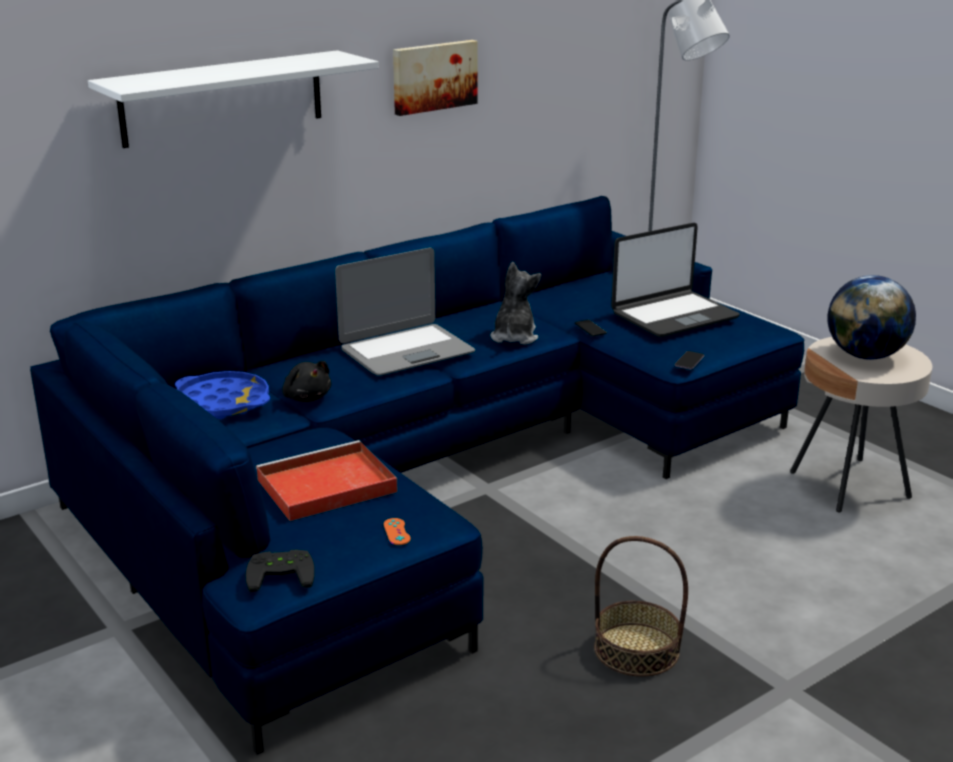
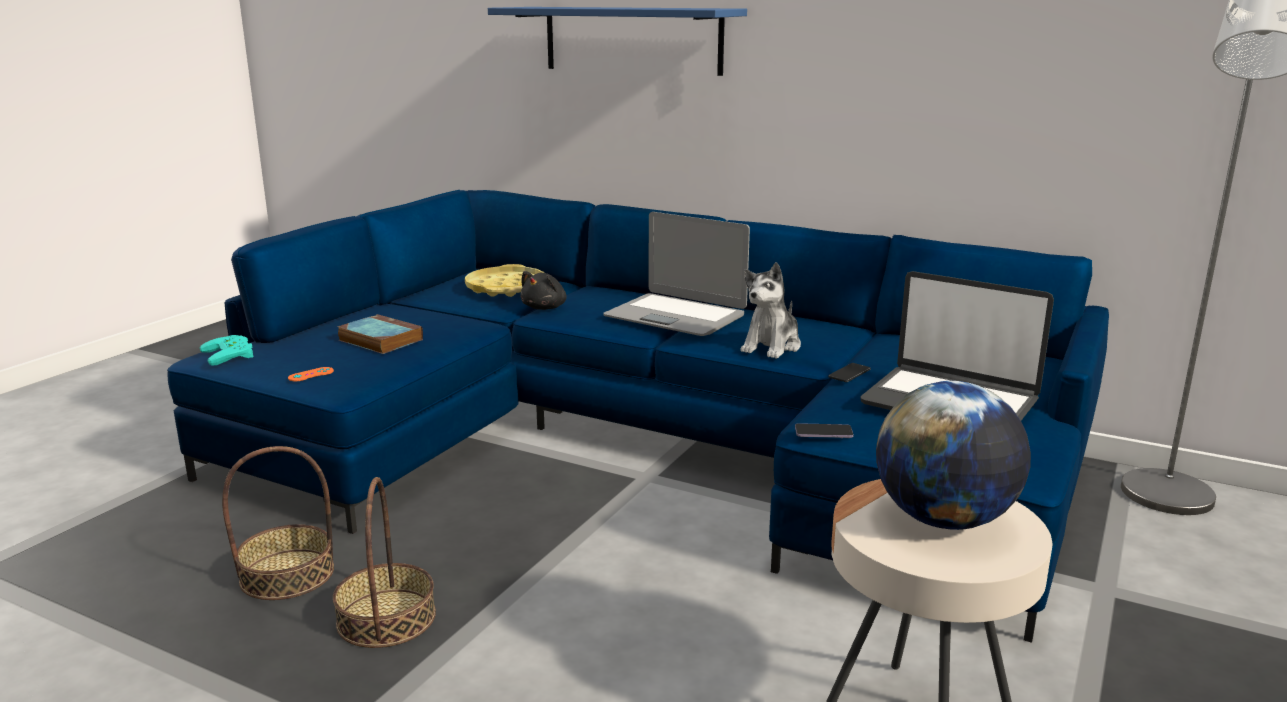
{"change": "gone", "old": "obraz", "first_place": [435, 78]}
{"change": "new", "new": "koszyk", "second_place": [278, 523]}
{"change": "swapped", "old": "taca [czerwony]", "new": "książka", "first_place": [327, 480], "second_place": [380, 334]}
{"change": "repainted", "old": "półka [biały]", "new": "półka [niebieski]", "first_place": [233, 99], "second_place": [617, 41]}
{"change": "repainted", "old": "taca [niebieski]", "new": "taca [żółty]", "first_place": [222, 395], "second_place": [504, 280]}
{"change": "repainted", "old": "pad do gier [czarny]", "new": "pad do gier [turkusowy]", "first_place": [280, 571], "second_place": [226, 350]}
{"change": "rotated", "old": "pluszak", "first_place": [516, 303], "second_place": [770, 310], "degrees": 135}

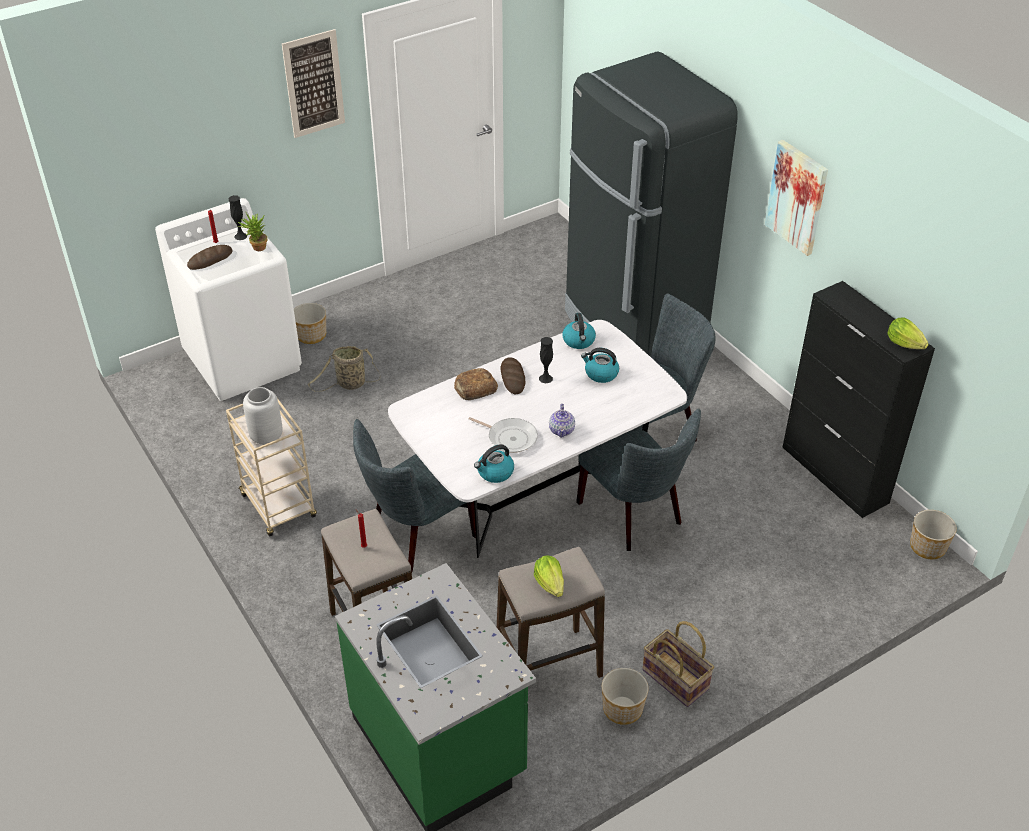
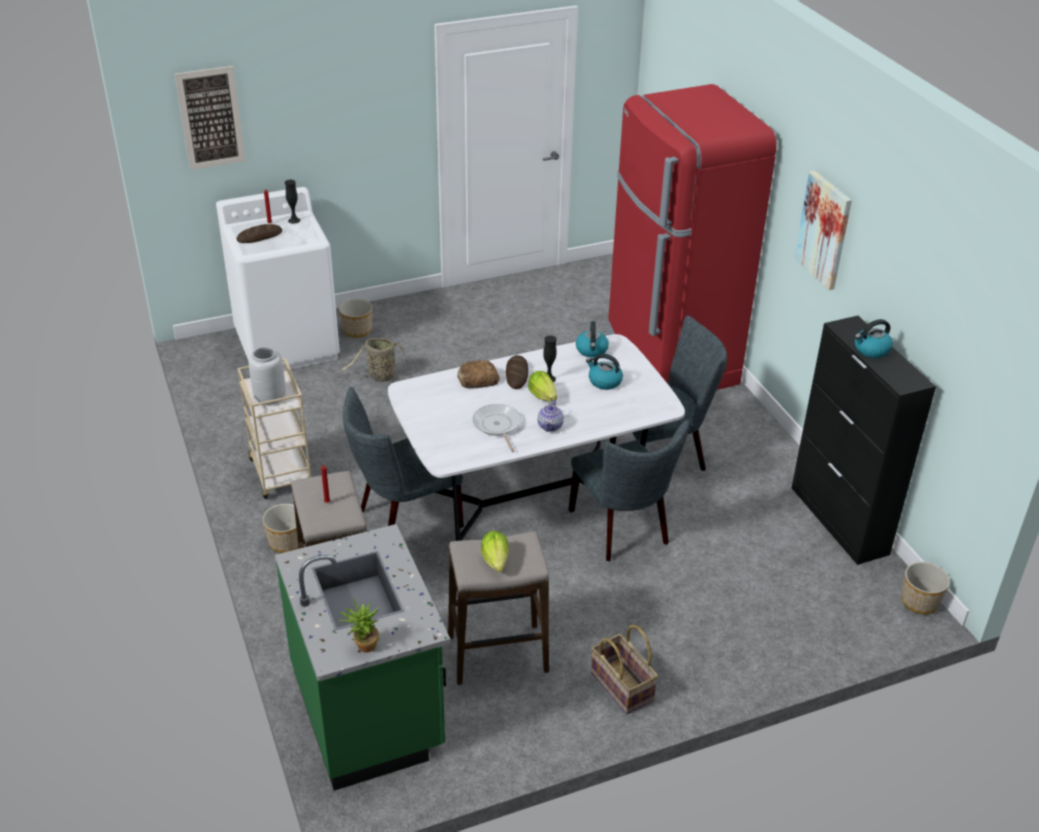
{"change": "shifted", "old": "roślina doniczkowa", "first_place": [252, 231], "second_place": [358, 626]}
{"change": "shifted", "old": "obraz", "first_place": [313, 83], "second_place": [210, 118]}
{"change": "shifted", "old": "czajnik", "first_place": [494, 463], "second_place": [874, 338]}
{"change": "shifted", "old": "donica", "first_place": [625, 696], "second_place": [283, 528]}
{"change": "shifted", "old": "sałata", "first_place": [908, 333], "second_place": [542, 386]}
{"change": "repainted", "old": "lodówka [czarny]", "new": "lodówka [czerwony]", "first_place": [651, 204], "second_place": [692, 237]}
{"change": "rotated", "old": "patelnia", "first_place": [503, 435], "second_place": [497, 428], "degrees": -150}

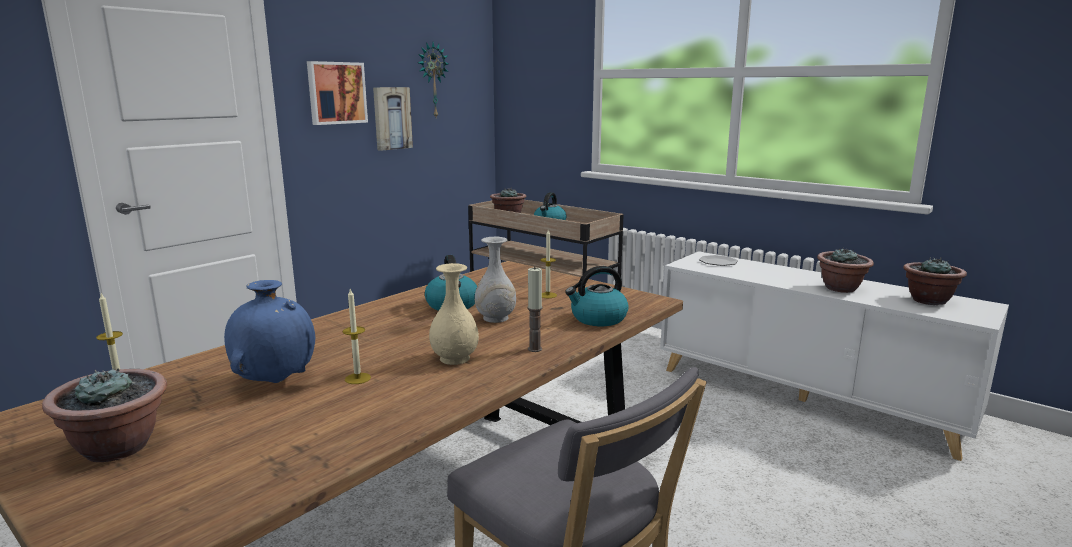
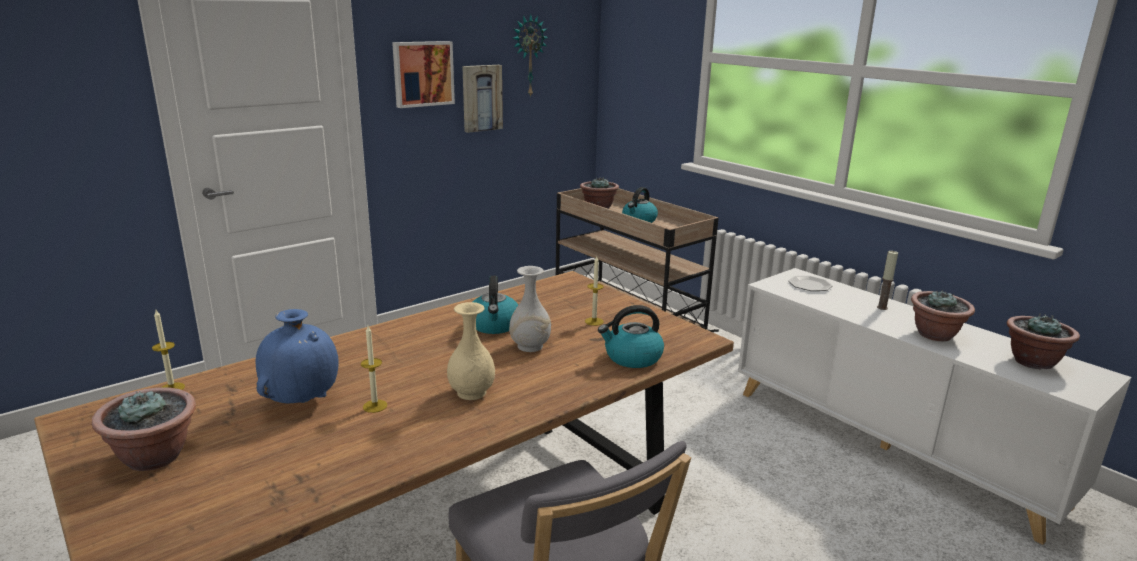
{"change": "shifted", "old": "świeca", "first_place": [535, 309], "second_place": [887, 280]}

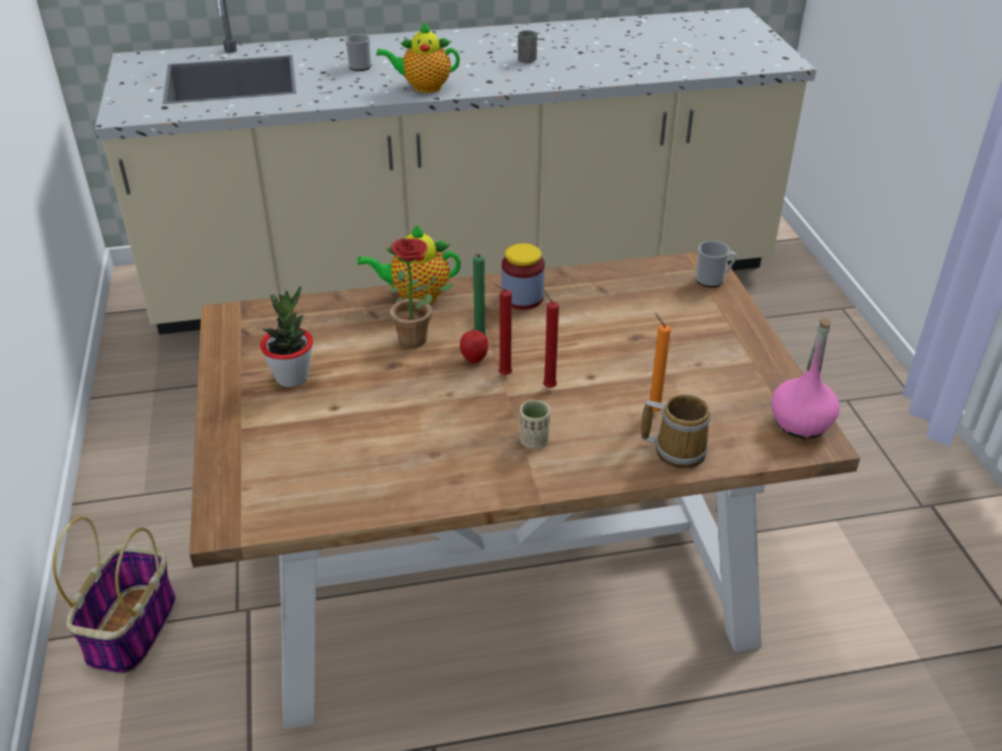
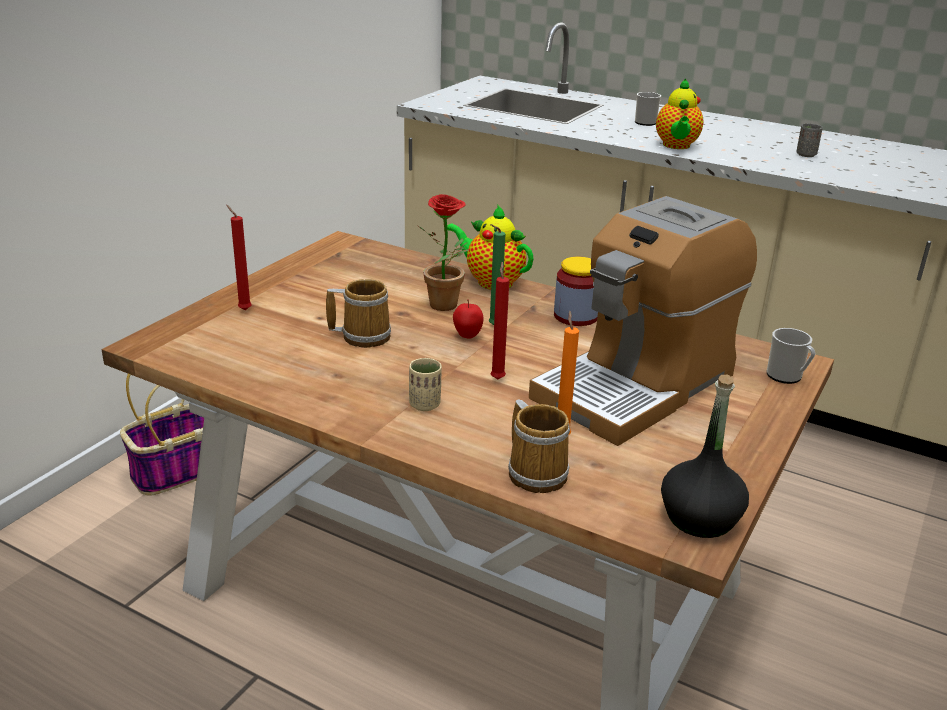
{"change": "gone", "old": "roślina doniczkowa", "first_place": [286, 336]}
{"change": "new", "new": "kubek", "second_place": [358, 313]}
{"change": "new", "new": "ekspres do kawy", "second_place": [643, 321]}
{"change": "shifted", "old": "świeca [czerwony]", "first_place": [503, 329], "second_place": [239, 257]}
{"change": "repainted", "old": "butelka [różowy]", "new": "butelka [czarny]", "first_place": [805, 378], "second_place": [705, 456]}
{"change": "rotated", "old": "imbryk", "first_place": [418, 57], "second_place": [680, 113], "degrees": -120}

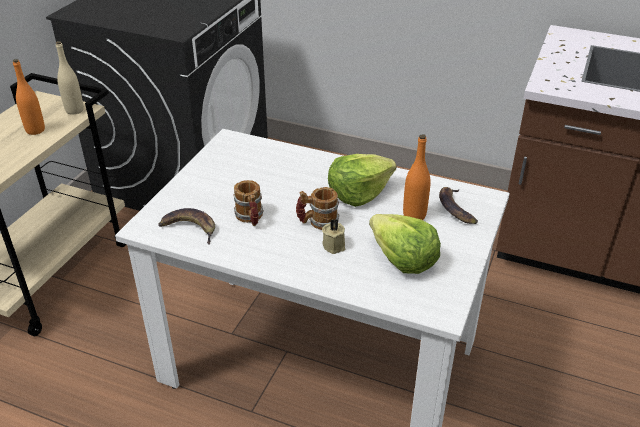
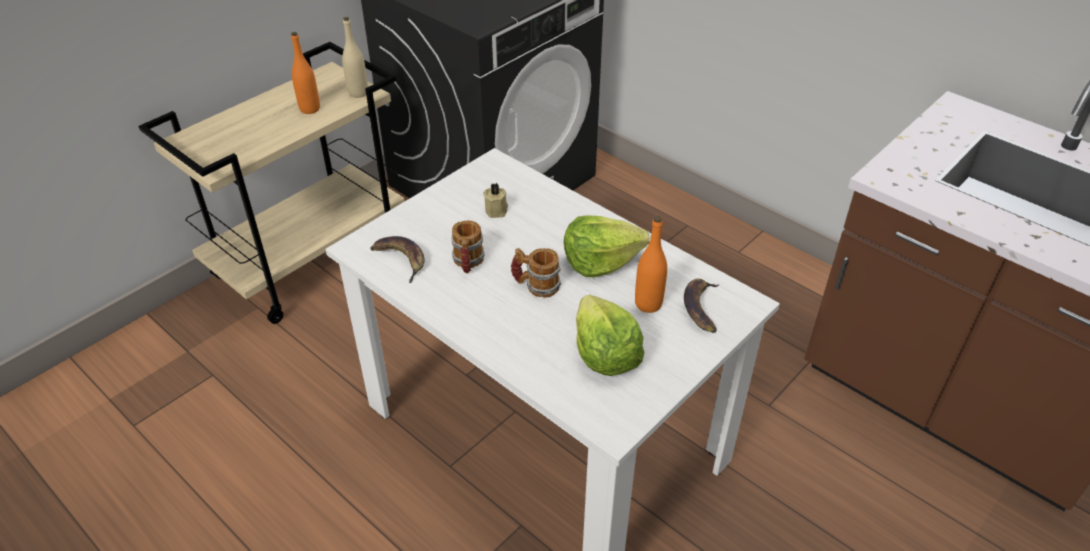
{"change": "shifted", "old": "świeca [beżowy]", "first_place": [334, 236], "second_place": [495, 200]}

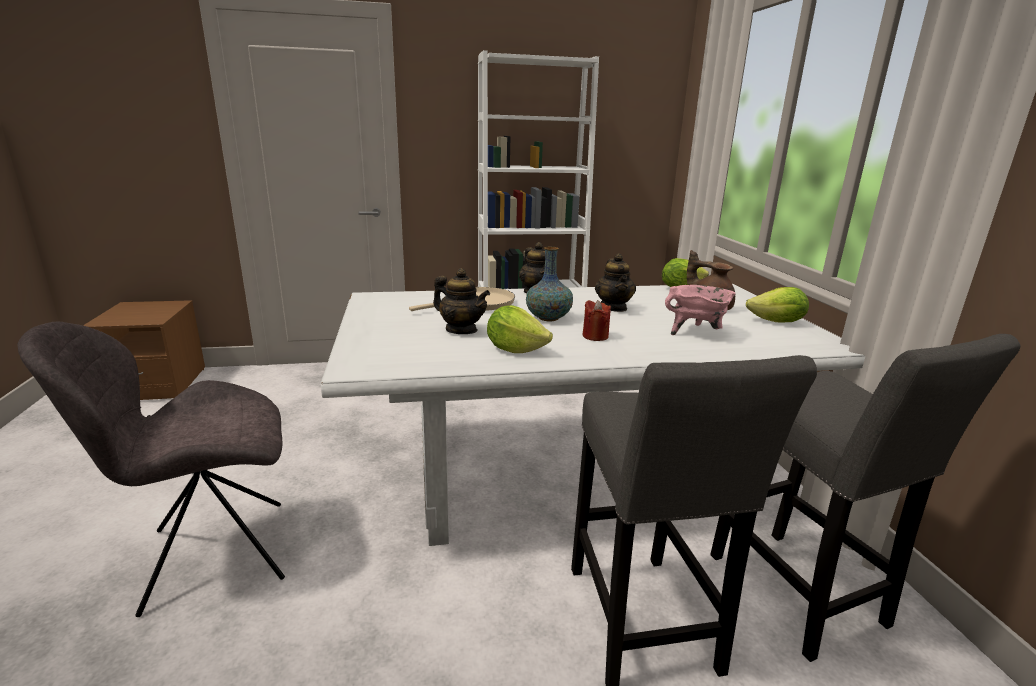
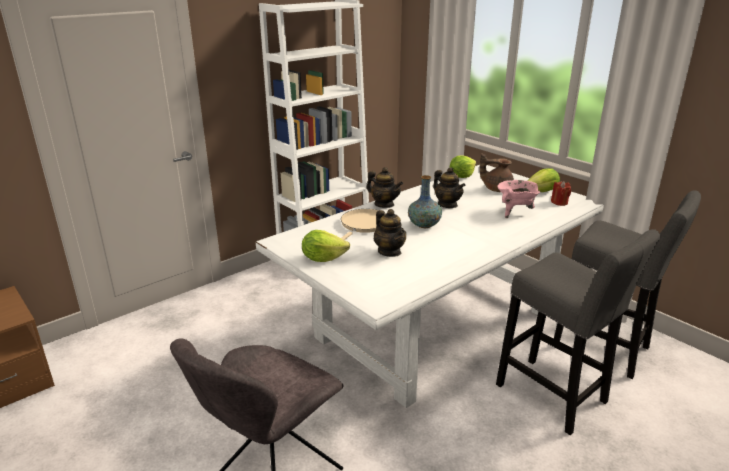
{"change": "shifted", "old": "sałata", "first_place": [520, 329], "second_place": [326, 246]}
{"change": "shifted", "old": "świeca [czerwony]", "first_place": [597, 320], "second_place": [561, 193]}
{"change": "rotated", "old": "imbryk", "first_place": [461, 301], "second_place": [390, 233], "degrees": 60}

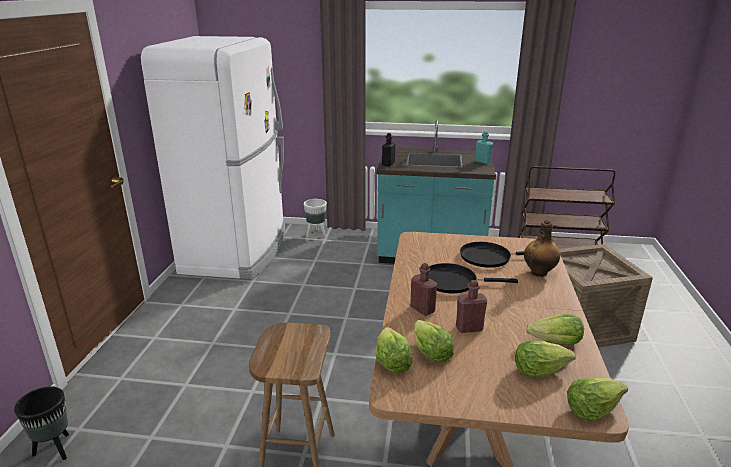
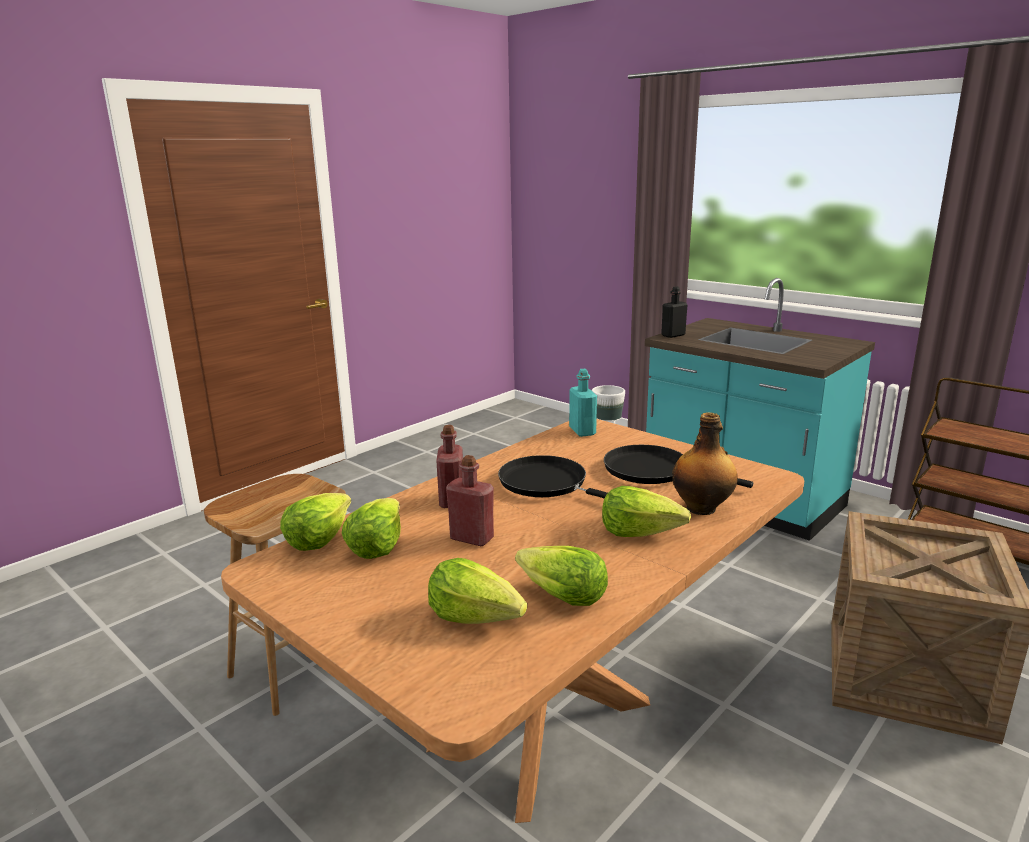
{"change": "gone", "old": "donica [czarny]", "first_place": [41, 423]}
{"change": "gone", "old": "lodówka [biały]", "first_place": [213, 158]}
{"change": "shifted", "old": "butelka [turkusowy]", "first_place": [484, 147], "second_place": [583, 403]}
{"change": "shifted", "old": "sałata", "first_place": [597, 399], "second_place": [646, 511]}

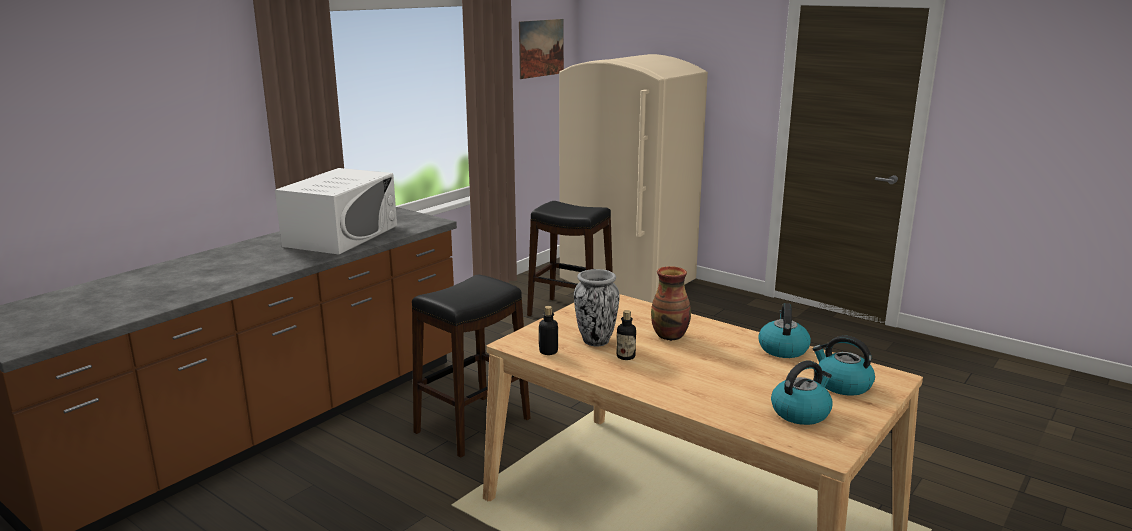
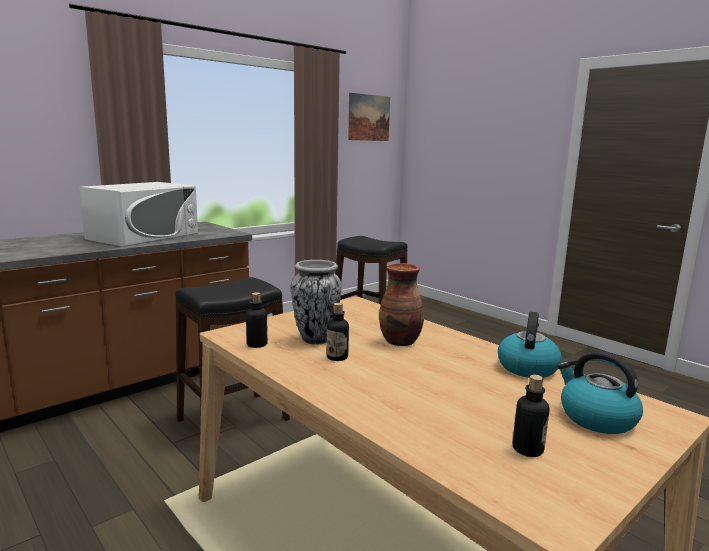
{"change": "gone", "old": "lodówka [beżowy]", "first_place": [633, 178]}
{"change": "swapped", "old": "czajnik", "new": "butelka", "first_place": [802, 392], "second_place": [531, 416]}

